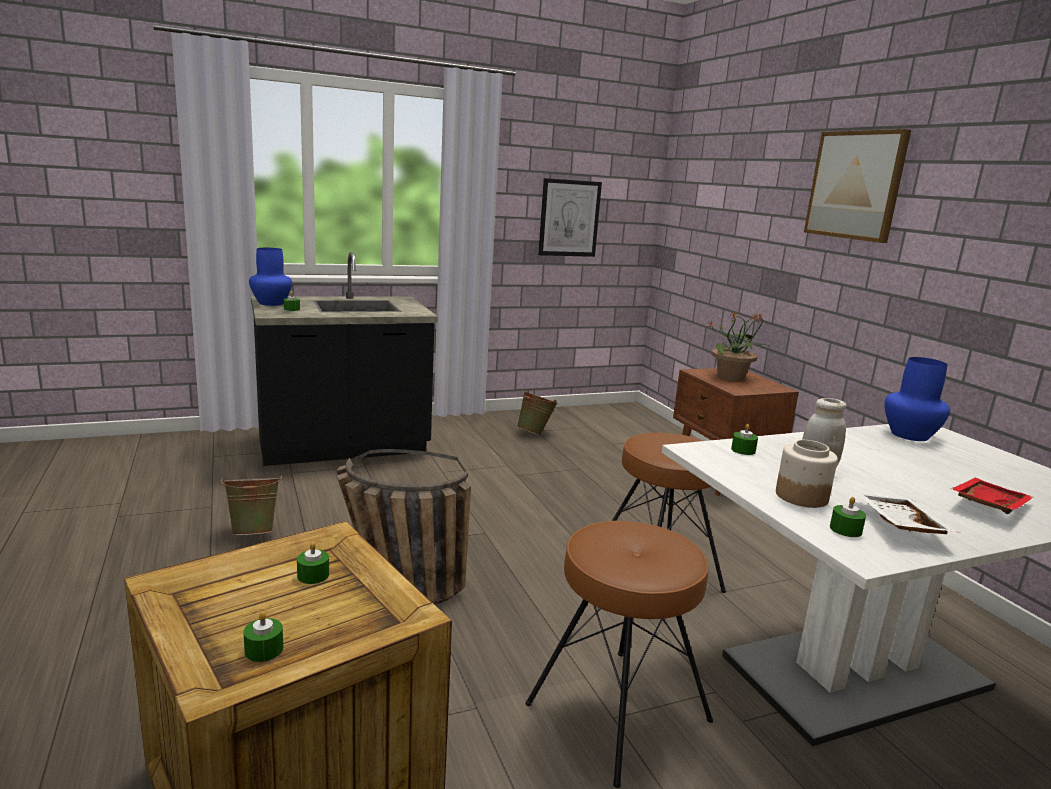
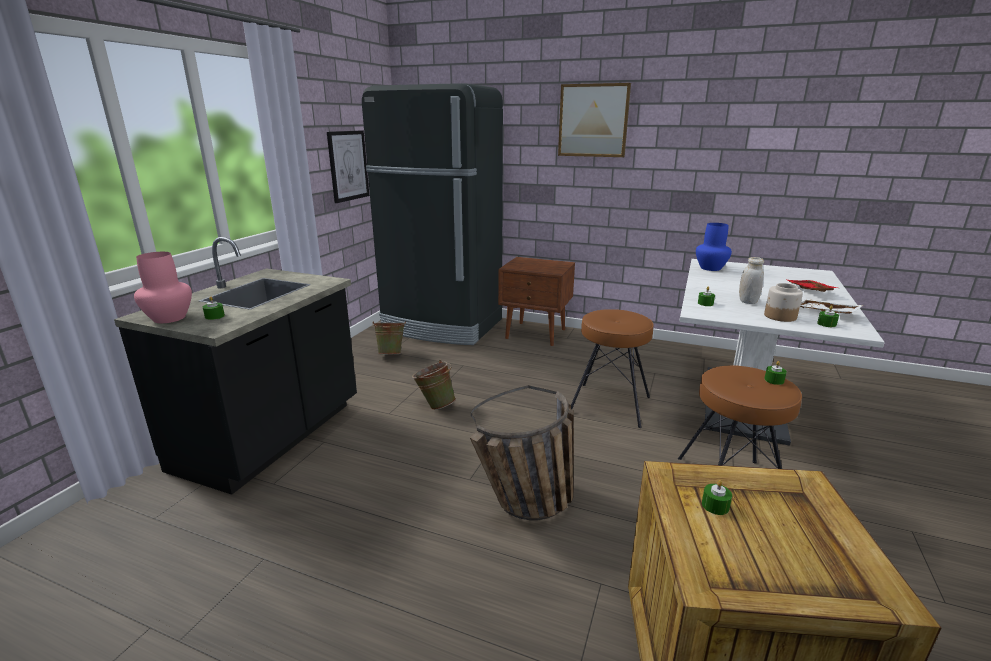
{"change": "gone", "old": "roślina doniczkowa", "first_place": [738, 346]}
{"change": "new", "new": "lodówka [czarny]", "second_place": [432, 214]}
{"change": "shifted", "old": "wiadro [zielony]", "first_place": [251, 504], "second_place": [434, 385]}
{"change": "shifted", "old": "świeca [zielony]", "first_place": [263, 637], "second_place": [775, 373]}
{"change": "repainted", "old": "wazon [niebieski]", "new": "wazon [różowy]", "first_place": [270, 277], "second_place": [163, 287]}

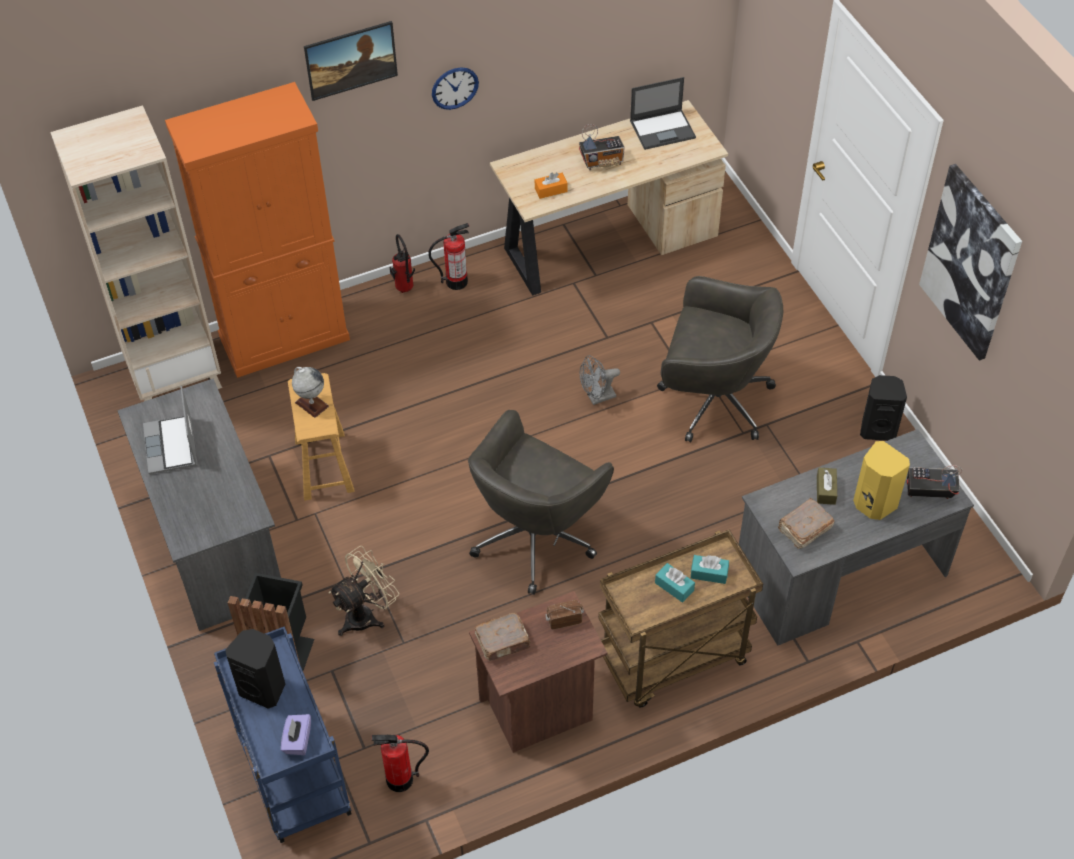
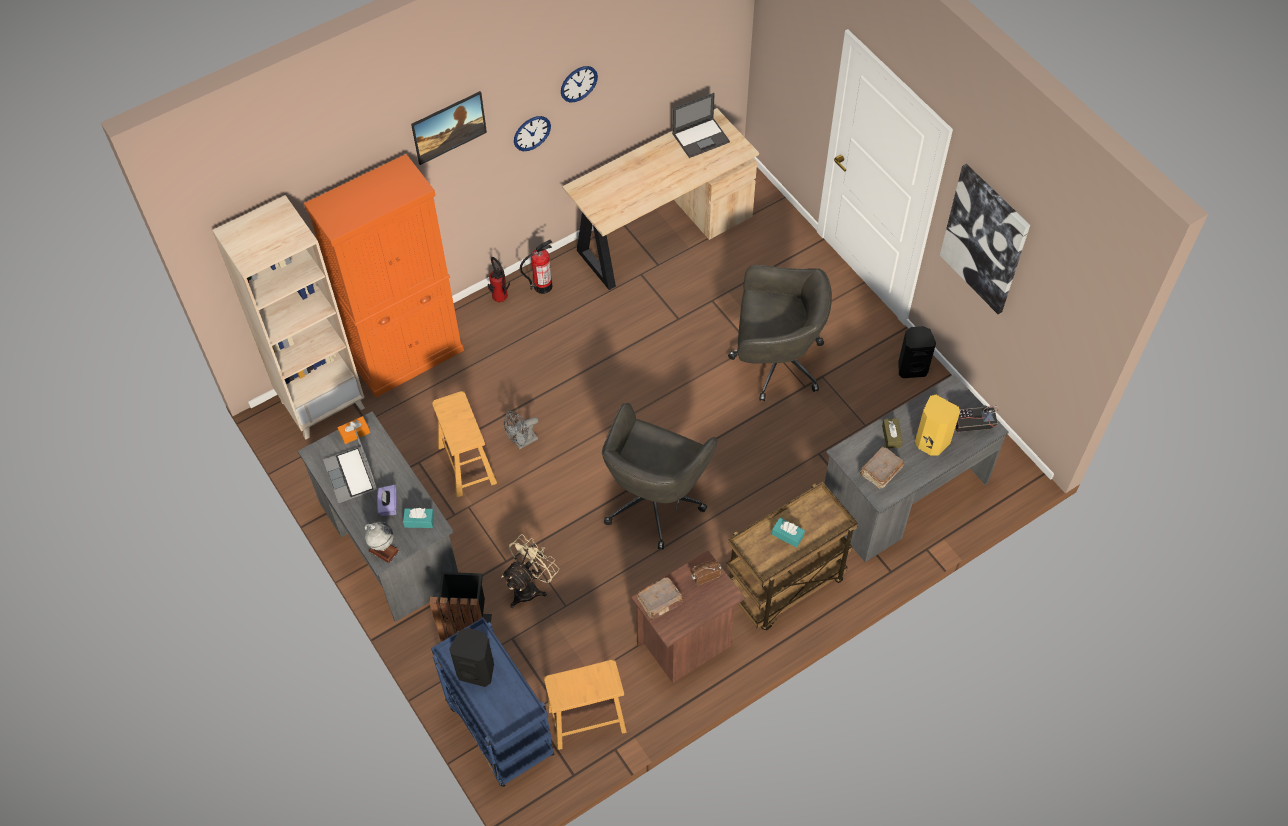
{"change": "gone", "old": "radio", "first_place": [602, 147]}
{"change": "new", "new": "zegar ścienny", "second_place": [579, 84]}
{"change": "shifted", "old": "pudełko chusteczek [fioletowy]", "first_place": [296, 734], "second_place": [387, 500]}
{"change": "shifted", "old": "globus", "first_place": [310, 392], "second_place": [382, 542]}
{"change": "shifted", "old": "pudełko chusteczek [pomarańczowy]", "first_place": [551, 185], "second_place": [354, 430]}
{"change": "shifted", "old": "wentylator [szary]", "first_place": [600, 380], "second_place": [521, 430]}
{"change": "shifted", "old": "pudełko chusteczek [turkusowy]", "first_place": [710, 569], "second_place": [418, 518]}
{"change": "swapped", "old": "gaśnica", "new": "stołek [brązowy]", "first_place": [400, 763], "second_place": [585, 705]}

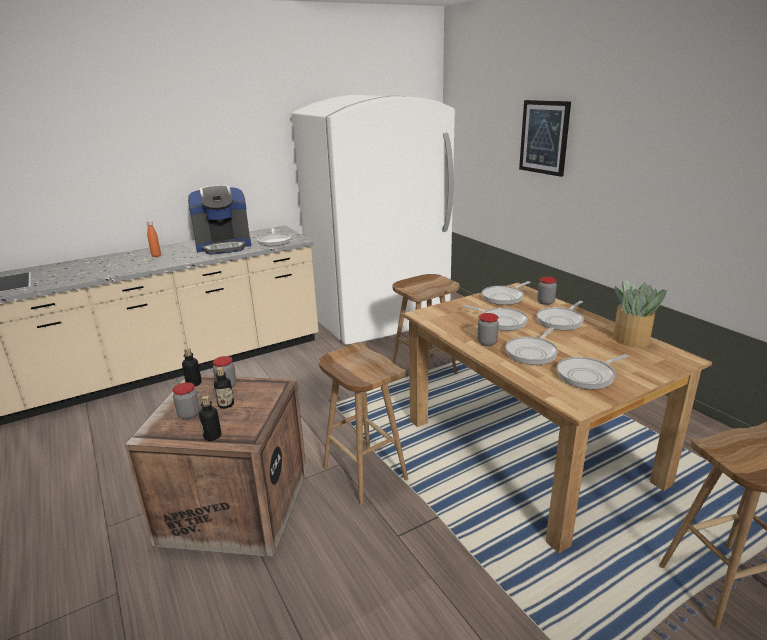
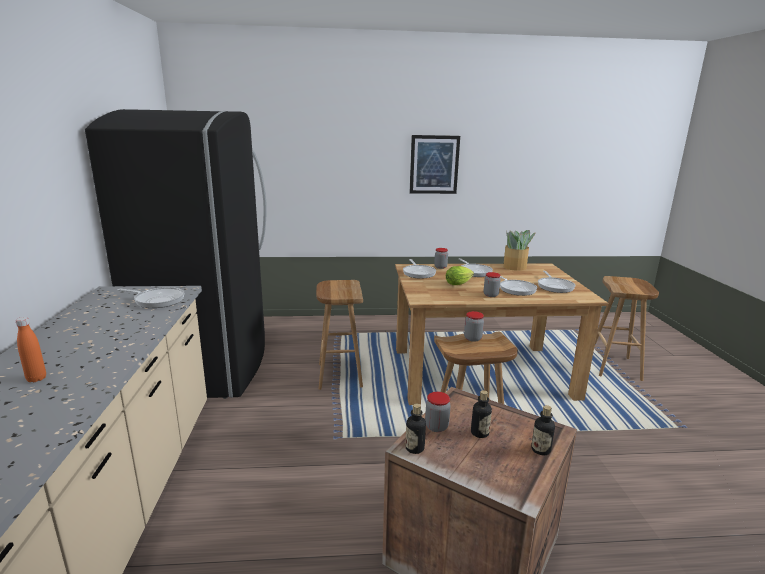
{"change": "gone", "old": "ekspres do kawy", "first_place": [219, 220]}
{"change": "shifted", "old": "słoik", "first_place": [186, 400], "second_place": [474, 326]}
{"change": "shifted", "old": "obraz", "first_place": [545, 138], "second_place": [435, 164]}
{"change": "swapped", "old": "patelnia", "new": "sałata", "first_place": [495, 318], "second_place": [460, 275]}
{"change": "repainted", "old": "lodówka [biały]", "new": "lodówka [czarny]", "first_place": [373, 220], "second_place": [176, 254]}

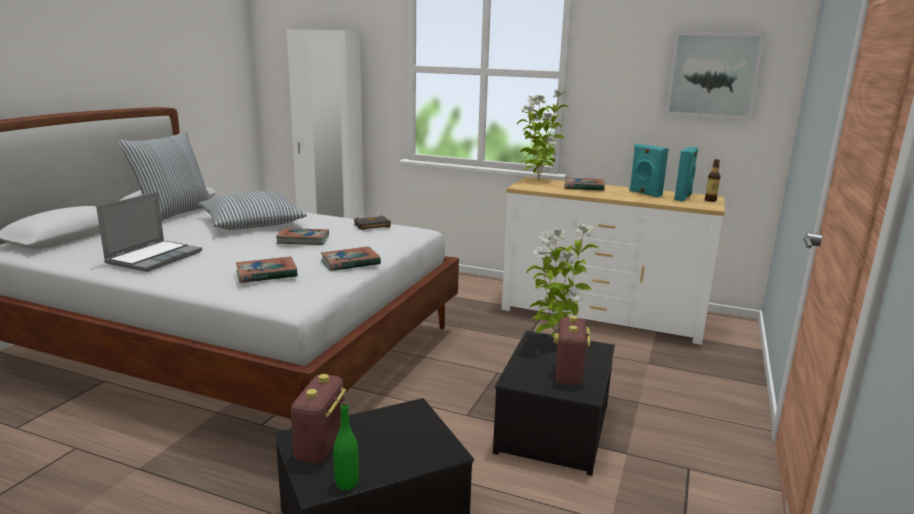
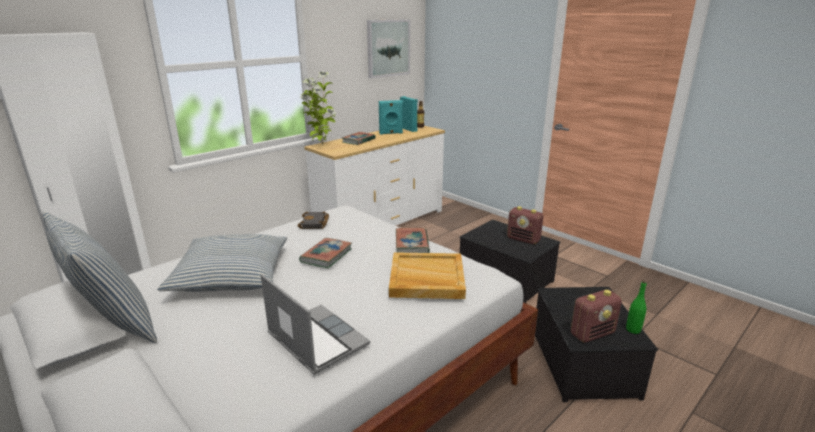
{"change": "gone", "old": "roślina doniczkowa", "first_place": [562, 280]}
{"change": "swapped", "old": "książka", "new": "taca [beżowy]", "first_place": [267, 269], "second_place": [427, 275]}
{"change": "rotated", "old": "radio", "first_place": [318, 419], "second_place": [596, 316], "degrees": -60}

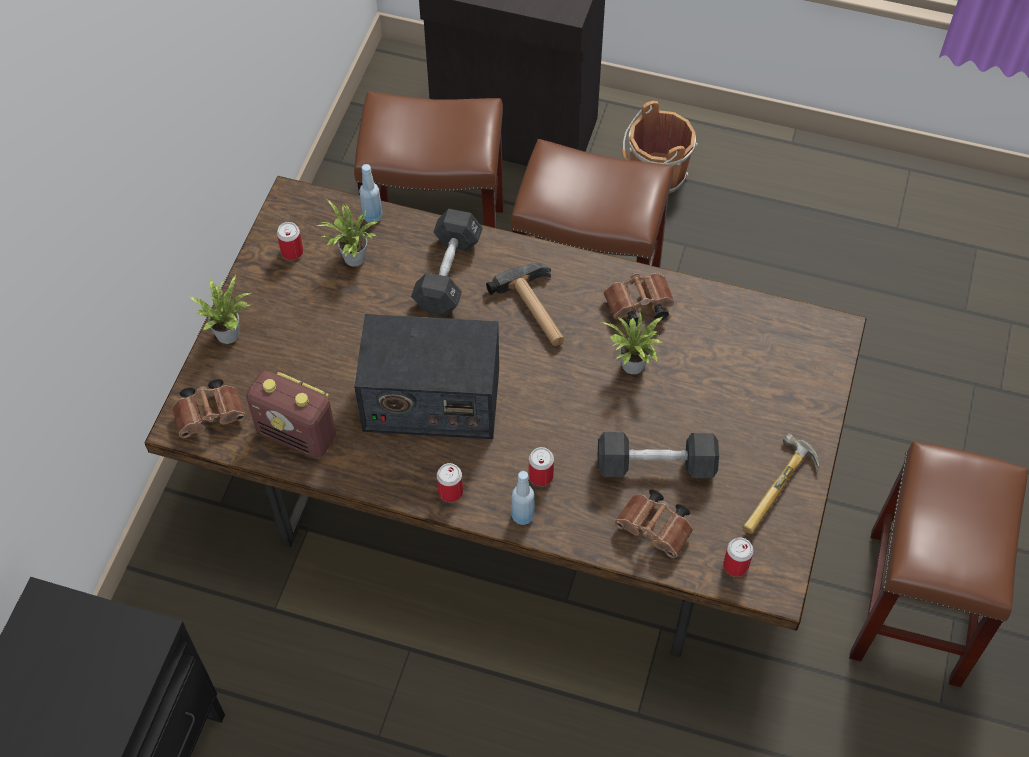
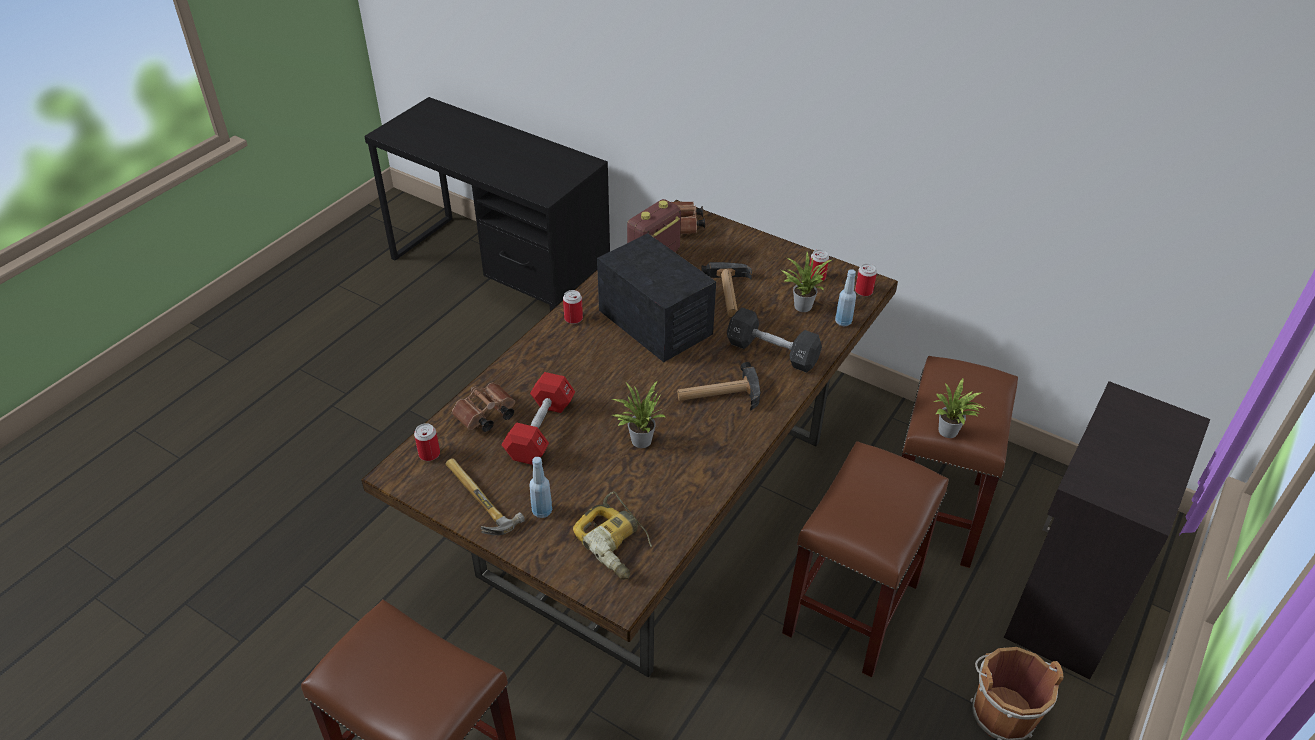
{"change": "gone", "old": "lornetka [brązowy]", "first_place": [639, 299]}
{"change": "new", "new": "wiertarka", "second_place": [612, 535]}
{"change": "new", "new": "młotek", "second_place": [726, 289]}
{"change": "shifted", "old": "roślina doniczkowa", "first_place": [219, 309], "second_place": [959, 407]}
{"change": "shifted", "old": "butelka [niebieski]", "first_place": [523, 498], "second_place": [540, 487]}
{"change": "shifted", "old": "puszka", "first_place": [541, 466], "second_place": [866, 279]}
{"change": "repainted", "old": "hantel [czarny]", "new": "hantel [czerwony]", "first_place": [658, 455], "second_place": [538, 418]}
{"change": "rotated", "old": "radio", "first_place": [426, 376], "second_place": [656, 297], "degrees": 120}

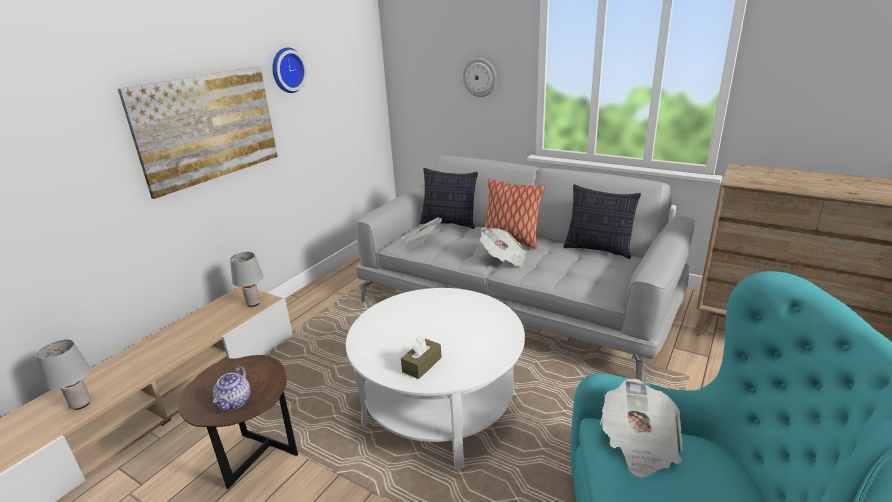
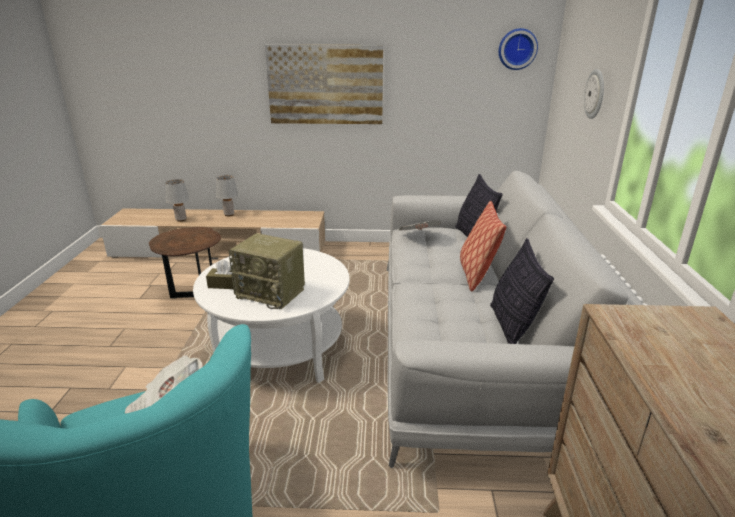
{"change": "gone", "old": "imbryk", "first_place": [232, 388]}
{"change": "gone", "old": "gazeta", "first_place": [503, 247]}
{"change": "new", "new": "radio", "second_place": [267, 271]}
{"change": "shifted", "old": "lampa stołowa [szary]", "first_place": [246, 279], "second_place": [227, 195]}
{"change": "shifted", "old": "zegar ścienny", "first_place": [289, 70], "second_place": [518, 49]}

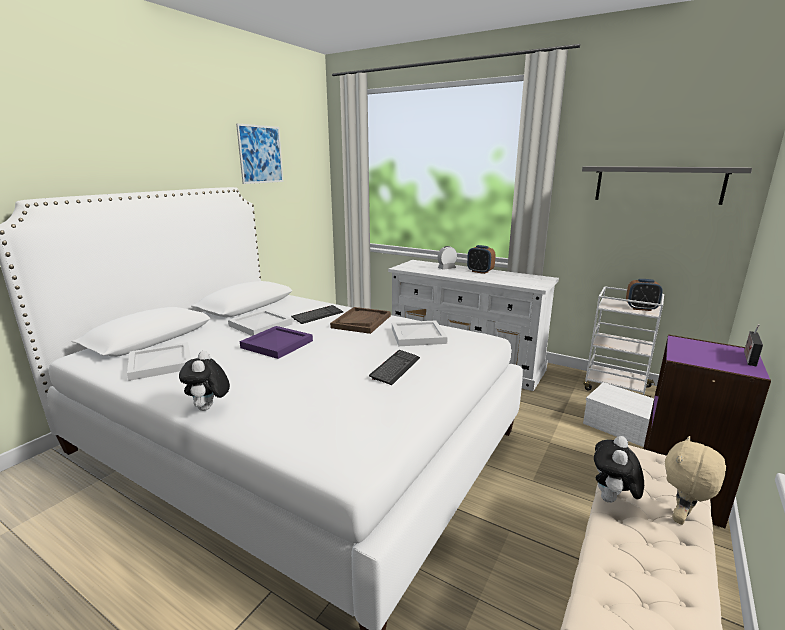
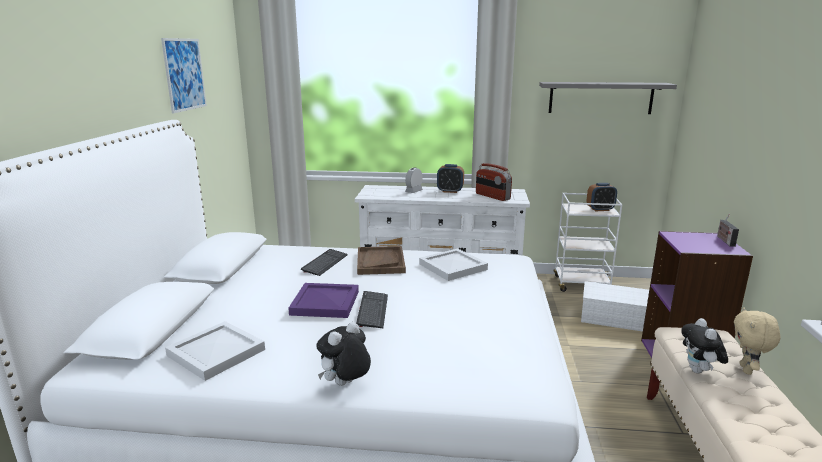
{"change": "gone", "old": "taca [biały]", "first_place": [260, 322]}
{"change": "new", "new": "radio", "second_place": [494, 182]}
{"change": "shifted", "old": "klawiatura", "first_place": [394, 367], "second_place": [372, 309]}
{"change": "rotated", "old": "pluszak", "first_place": [204, 381], "second_place": [343, 354], "degrees": 75}

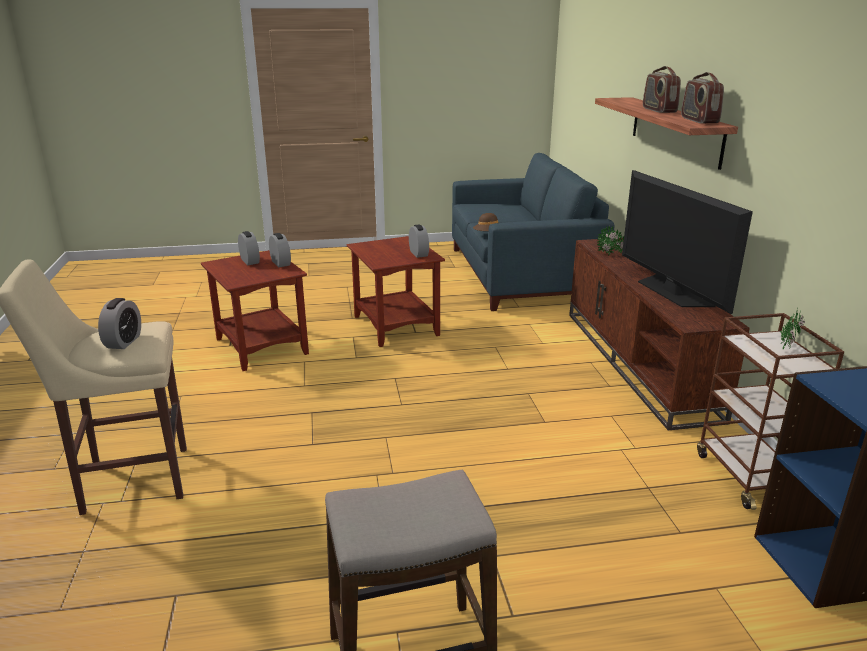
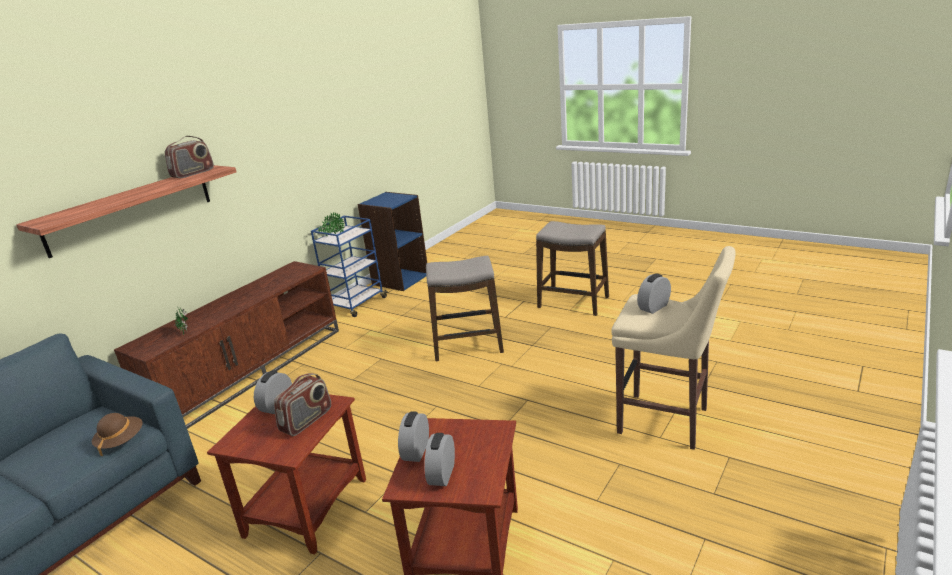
{"change": "gone", "old": "telewizor", "first_place": [687, 242]}
{"change": "new", "new": "stołek", "second_place": [465, 308]}
{"change": "shifted", "old": "radio", "first_place": [662, 89], "second_place": [302, 404]}
{"change": "repainted", "old": "wózek [brązowy]", "new": "wózek [niebieski]", "first_place": [770, 411], "second_place": [349, 266]}

